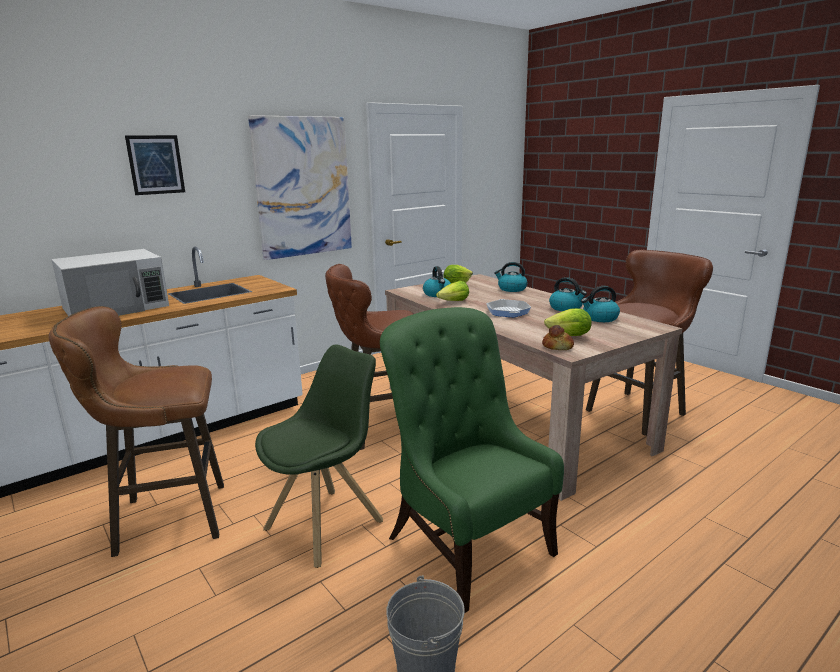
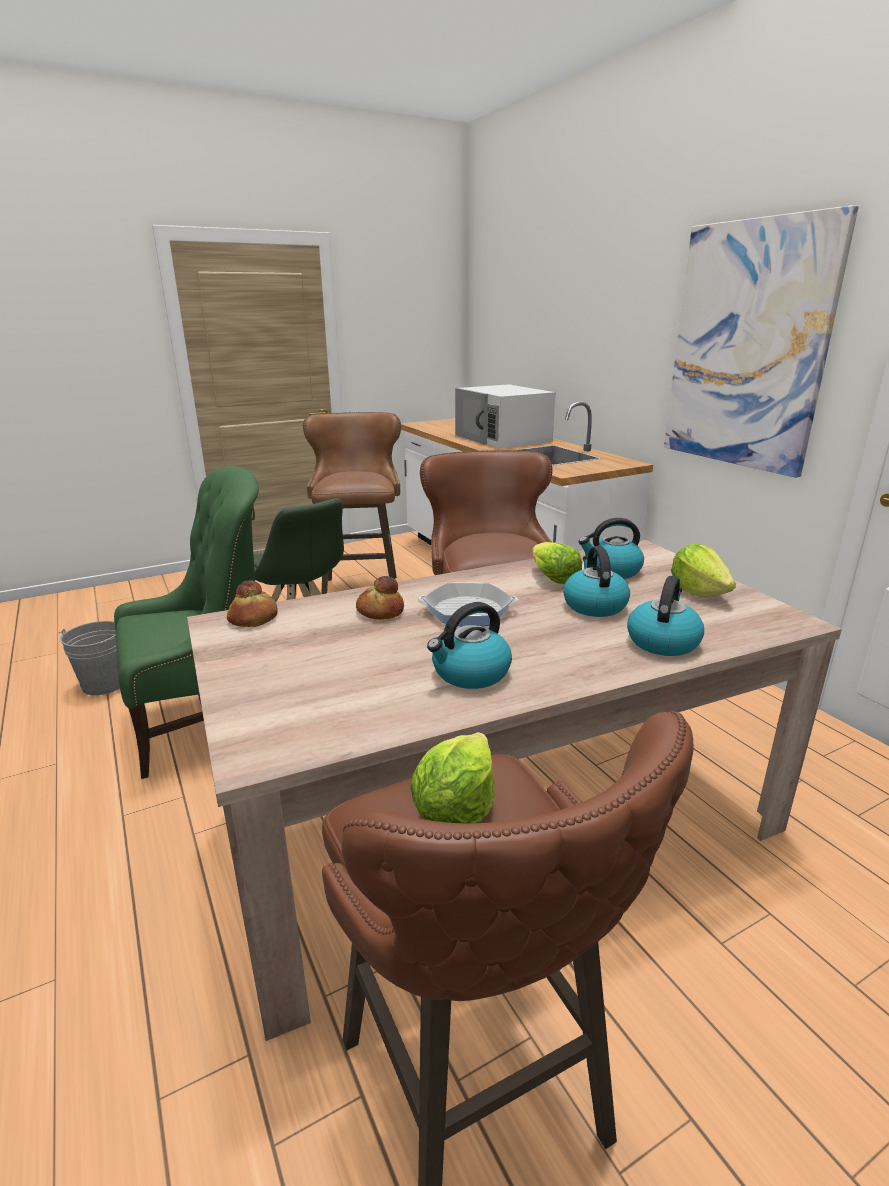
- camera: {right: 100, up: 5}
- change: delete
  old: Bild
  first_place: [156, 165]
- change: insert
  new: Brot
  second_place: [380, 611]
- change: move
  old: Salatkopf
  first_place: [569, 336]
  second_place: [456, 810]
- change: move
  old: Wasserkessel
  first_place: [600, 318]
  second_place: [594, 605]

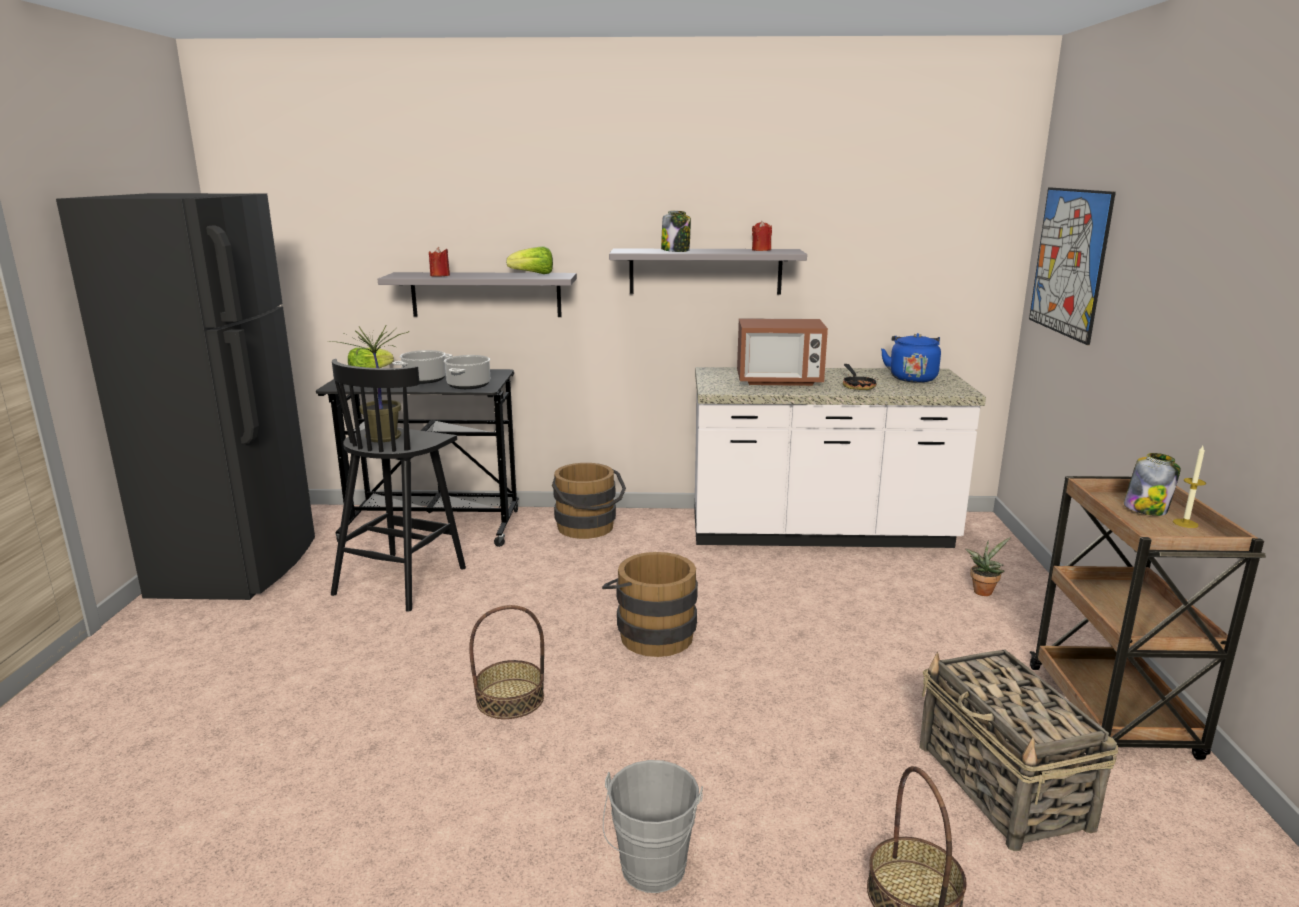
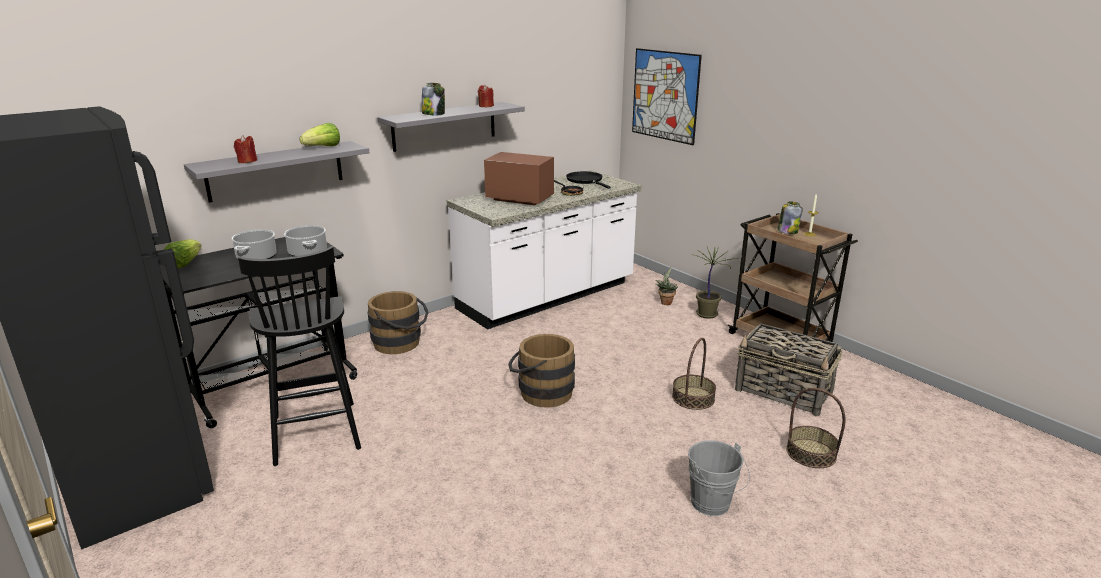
- camera: {right: -40, up: 5}
- change: move
  old: Topfpflanze
  first_place: [384, 438]
  second_place: [707, 314]
- change: move
  old: Korb
  first_place: [510, 698]
  second_place: [693, 398]
- change: replace
  old: Wasserkessel/blau
  new: Pfanne/schwarz
  first_place: [912, 378]
  second_place: [586, 181]
- change: rotate
  old: Mikrowelle
  first_place: [779, 381]
  second_place: [520, 199]
  degrees: -120

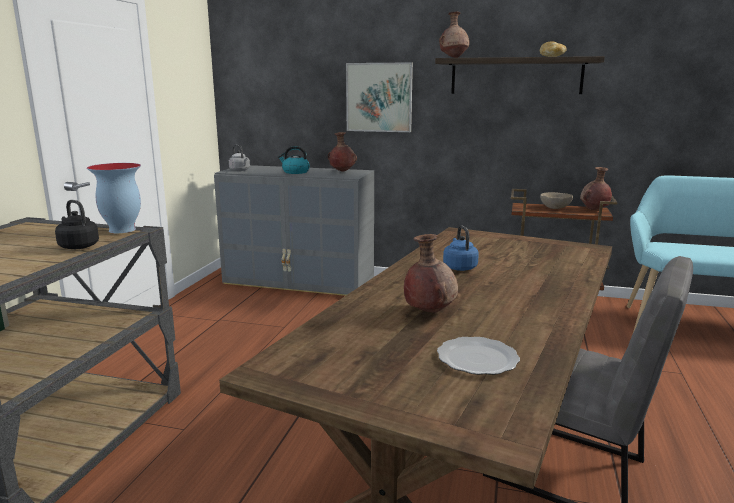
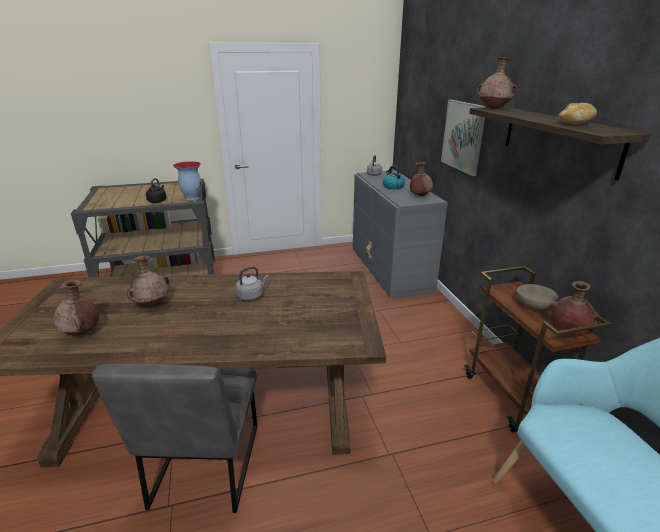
- camera: {right: 60, up: 10}
- change: replace
  old: Teller
  new: Vase/braun
  first_place: [478, 358]
  second_place: [81, 333]
- change: recolor
  old: Wasserkessel/blau
  new: Wasserkessel/grau
  first_place: [459, 267]
  second_place: [251, 296]

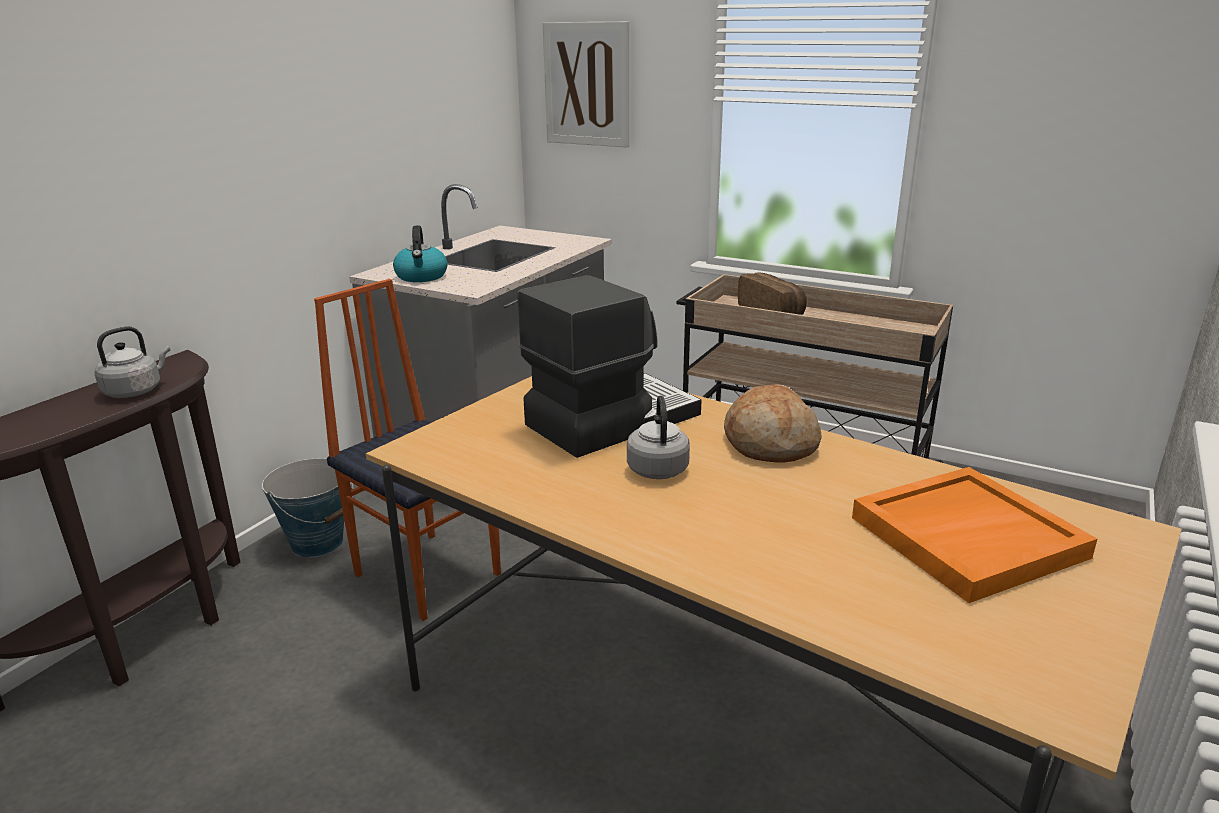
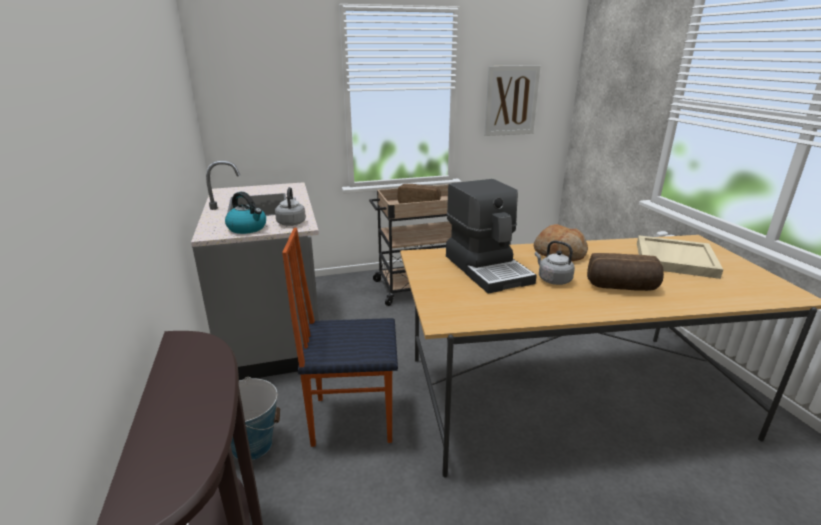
- camera: {right: -45, up: 0}
- change: insert
  new: Brot
  second_place: [622, 287]
- change: move
  old: Wasserkessel/grau
  first_place: [136, 391]
  second_place: [291, 222]
- change: move
  old: Bild
  first_place: [587, 84]
  second_place: [511, 101]
- change: recolor
  old: Tablett/orange
  new: Tablett/beige
  first_place: [967, 536]
  second_place: [674, 259]
- change: rotate
  old: Kaffeemaschine
  first_place: [610, 420]
  second_place: [488, 269]
  degrees: 150

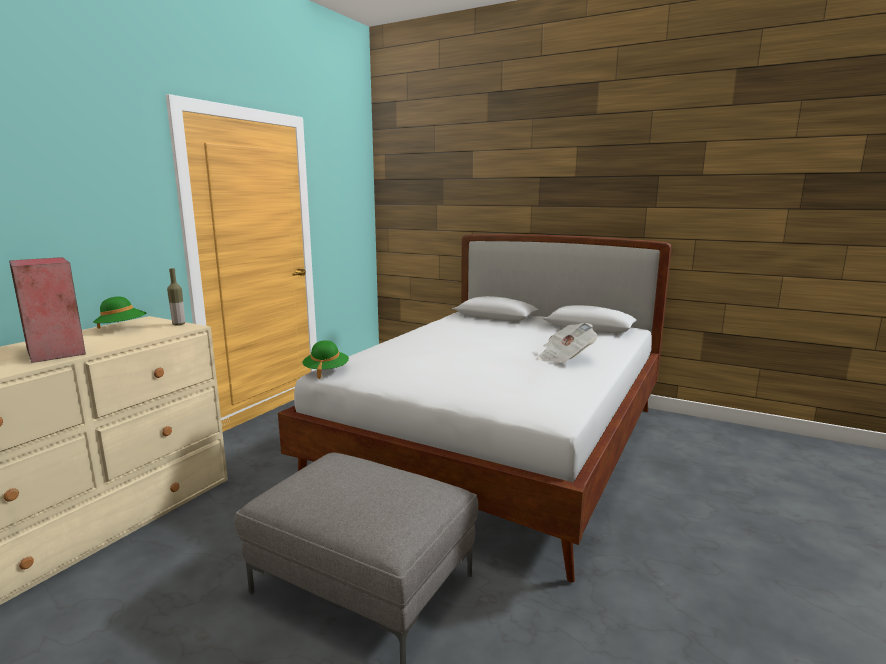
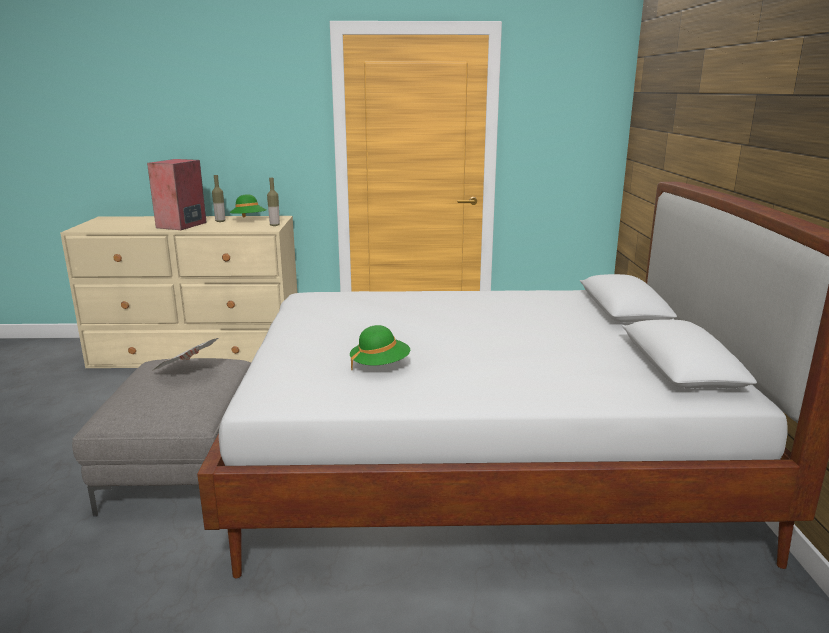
- camera: {right: 60, up: 5}
- change: insert
  new: Flasche
  second_place: [220, 221]
- change: move
  old: Hut/grün
  first_place: [326, 371]
  second_place: [380, 365]
- change: move
  old: Zeitung
  first_place: [565, 358]
  second_place: [187, 371]

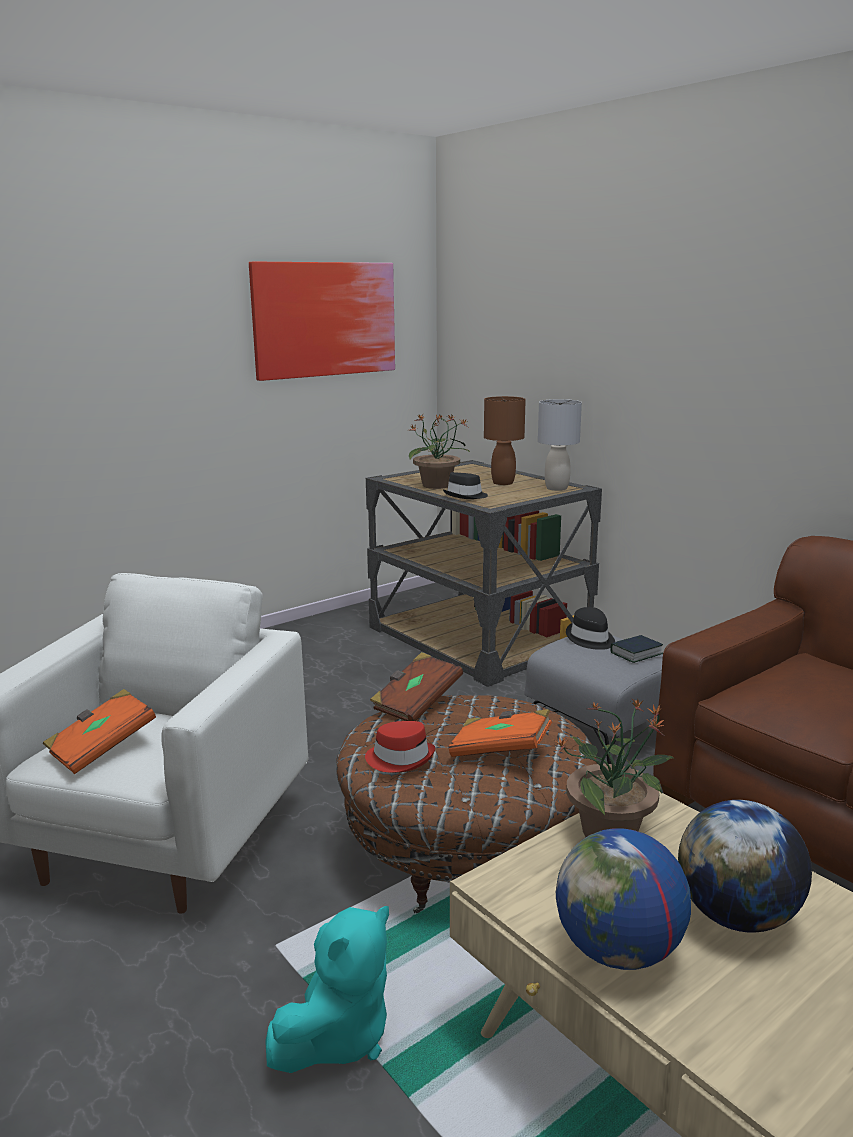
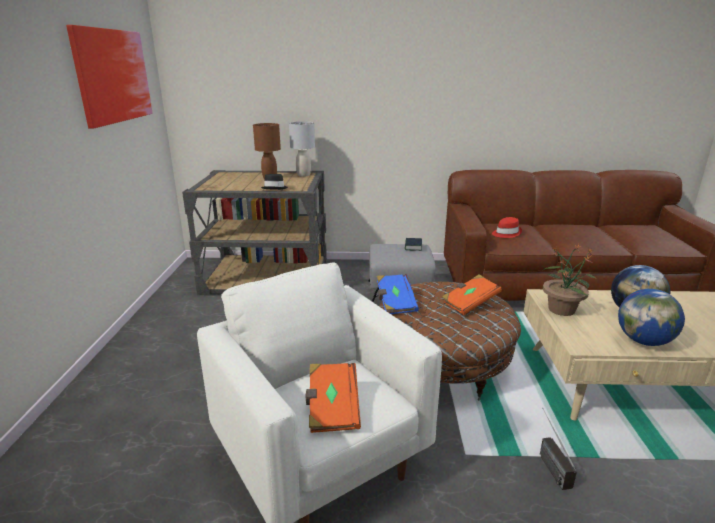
- camera: {right: -50, up: 5}
- change: delete
  old: Topfpflanze
  first_place: [437, 485]
- change: delete
  old: Hut/schwarz
  first_place: [590, 639]
- change: move
  old: Hut/rot
  first_place: [400, 758]
  second_place: [506, 233]
- change: replace
  old: Plüschtier/türkis
  new: Radio
  first_place: [338, 1036]
  second_place: [547, 462]
- change: recolor
  old: Buch/braun
  new: Buch/blau
  first_place: [416, 703]
  second_place: [395, 303]

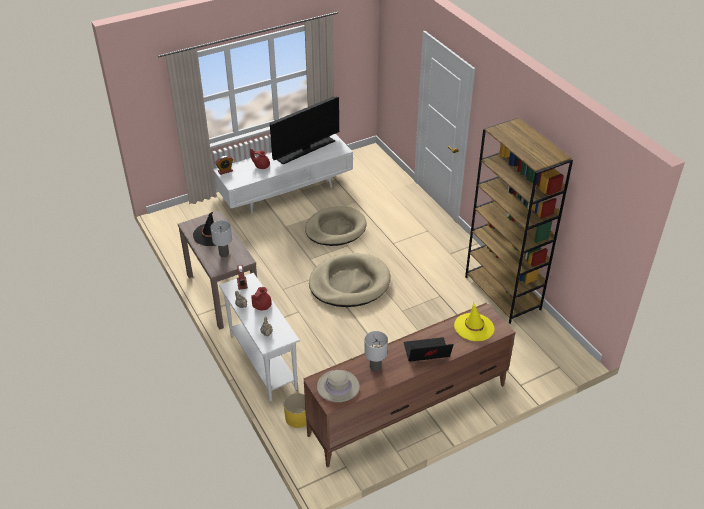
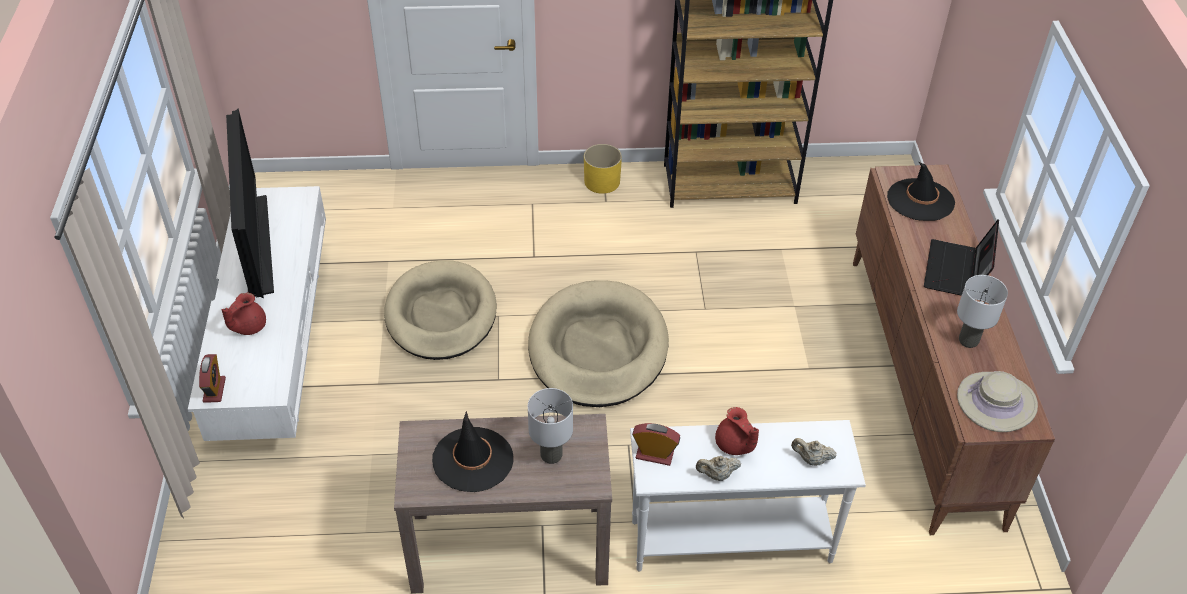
- camera: {right: -65, up: 5}
- change: move
  old: Pflanzkübel/gelb
  first_place: [297, 418]
  second_place: [602, 182]
- change: recolor
  old: Hut/gelb
  new: Hut/schwarz
  first_place: [474, 327]
  second_place: [920, 200]

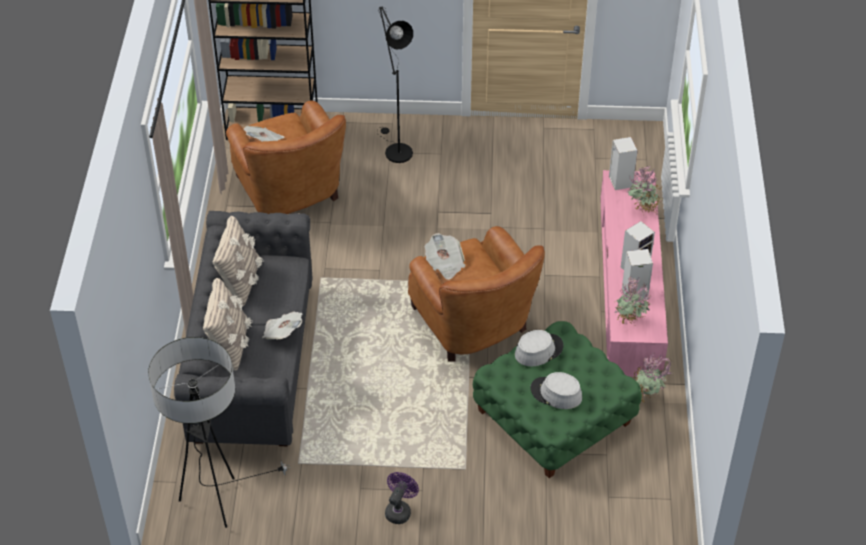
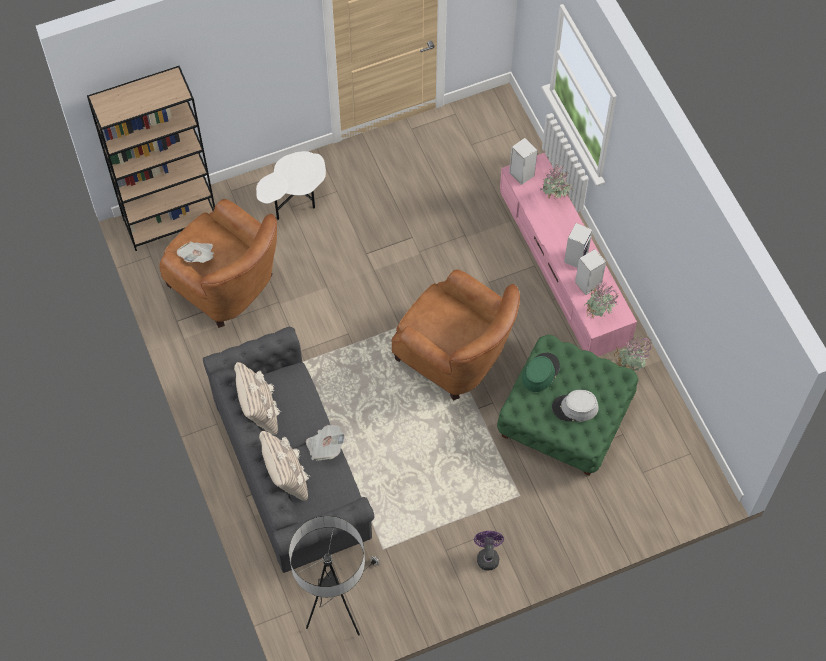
- camera: {right: -25, up: 15}
- change: delete
  old: Zeitung
  first_place: [445, 264]
- change: replace
  old: Stehlampe/schwarz
  new: Beistelltisch/weiß
  first_place: [395, 150]
  second_place: [295, 203]
- change: recolor
  old: Hut/grau
  new: Hut/grün
  first_place: [538, 350]
  second_place: [540, 372]

